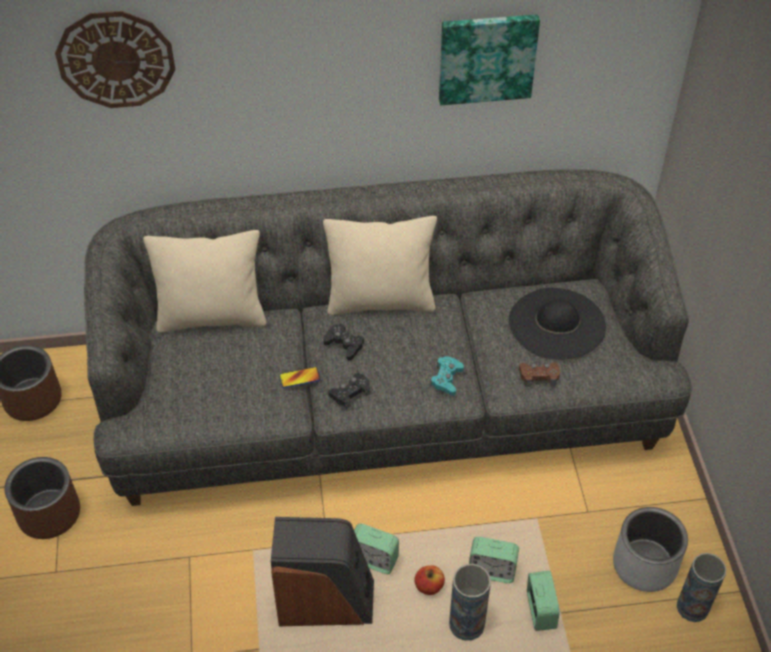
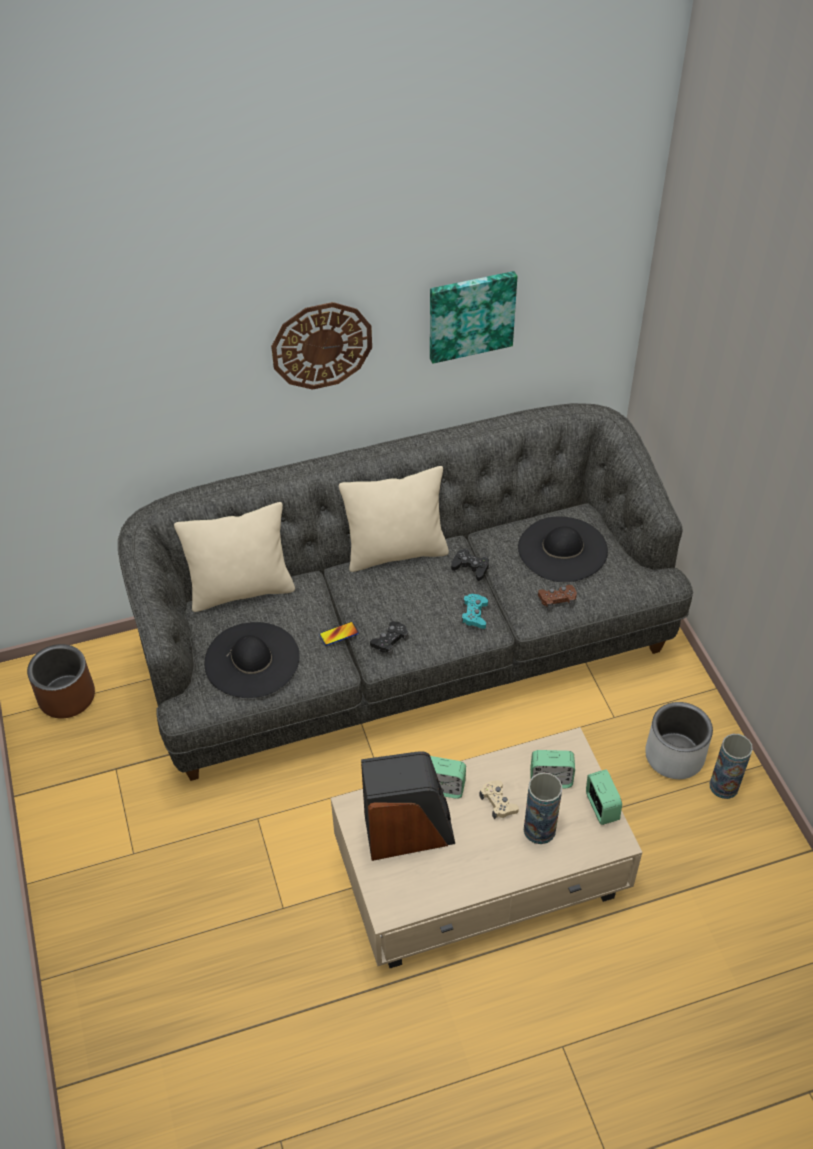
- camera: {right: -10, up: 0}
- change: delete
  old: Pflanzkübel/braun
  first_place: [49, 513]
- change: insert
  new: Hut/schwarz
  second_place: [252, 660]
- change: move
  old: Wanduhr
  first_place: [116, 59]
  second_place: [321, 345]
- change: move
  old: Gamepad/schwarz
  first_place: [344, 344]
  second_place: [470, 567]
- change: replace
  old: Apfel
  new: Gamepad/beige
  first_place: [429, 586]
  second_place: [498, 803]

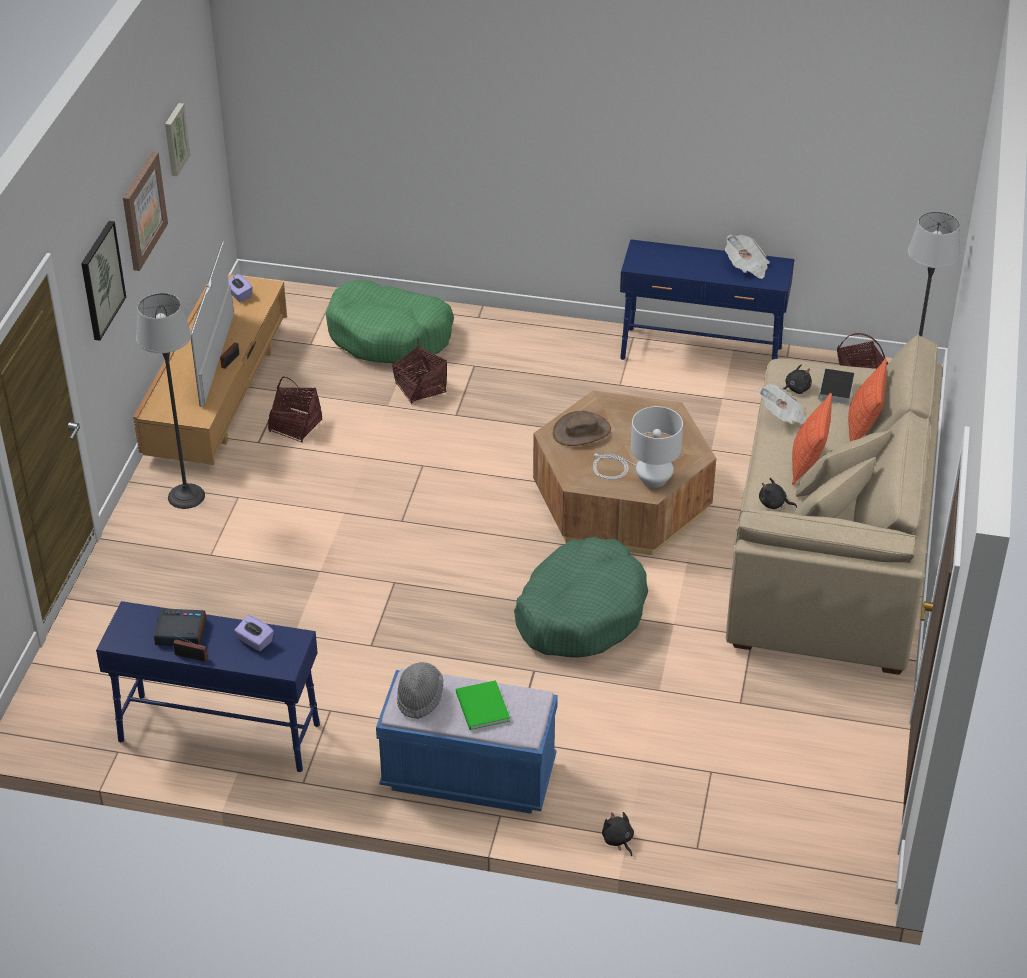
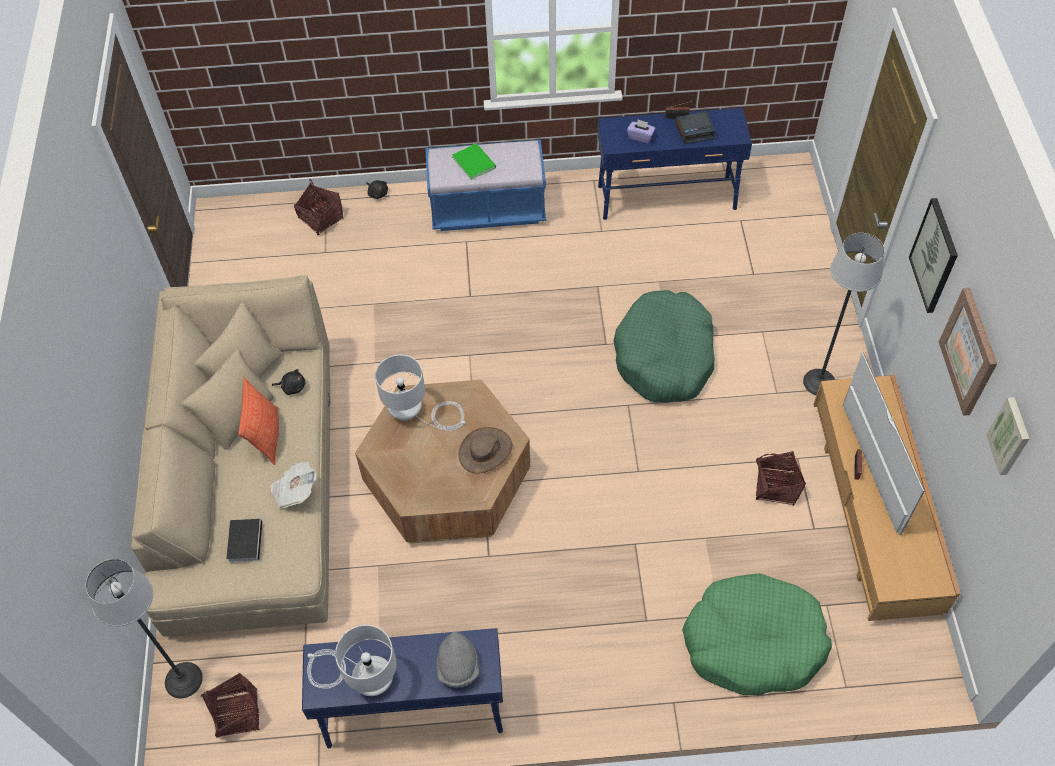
- camera: {right: 165, up: 15}
- change: delete
  old: Taschentuchbox/lila
  first_place: [239, 295]
- change: delete
  old: Plüschtier/schwarz
  first_place: [795, 389]
- change: delete
  old: Kissen/orange
  first_place: [862, 429]
- change: move
  old: Korb
  first_place: [420, 388]
  second_place: [321, 219]
- change: move
  old: Hut/grau
  first_place: [419, 698]
  second_place: [458, 666]
- change: move
  old: Hundebett/grün
  first_place: [581, 612]
  second_place: [665, 356]
- change: replace
  old: Zeitung
  new: Tischlampe/weiß
  first_place: [746, 267]
  second_place: [355, 676]

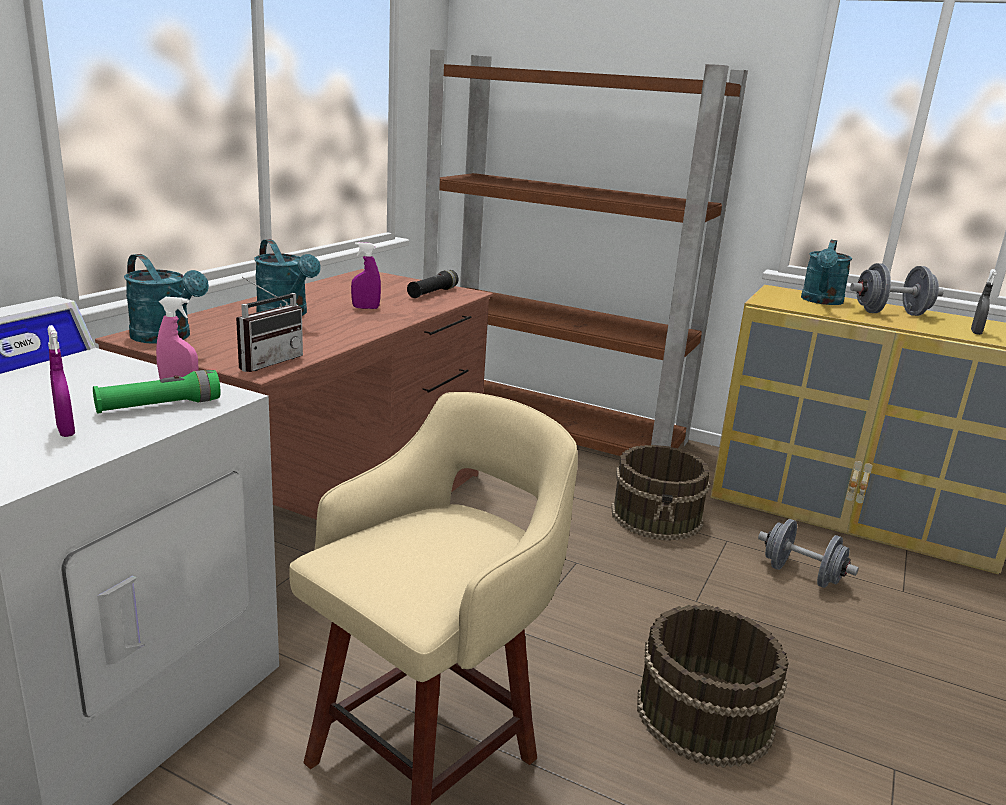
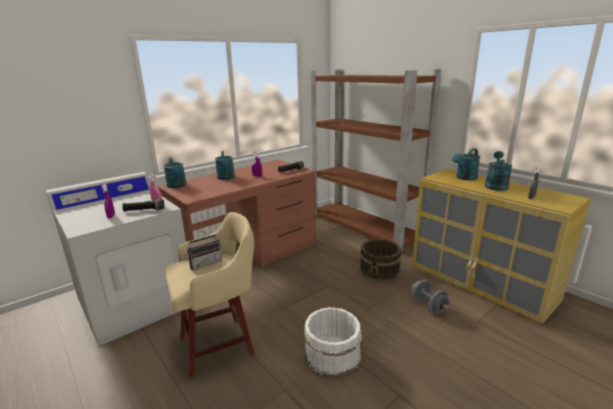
- camera: {right: 25, up: 0}
- change: move
  old: Radio
  first_place: [266, 361]
  second_place: [205, 263]
- change: replace
  old: Hantel/grau
  new: Gießkanne/türkis
  first_place: [891, 313]
  second_place: [495, 185]
- change: recolor
  old: Taschenlampe/grün
  new: Taschenlampe/schwarz
  first_place: [159, 406]
  second_place: [144, 210]
- change: recolor
  old: Eimer/braun
  new: Eimer/weiß
  first_place: [702, 715]
  second_place: [331, 354]

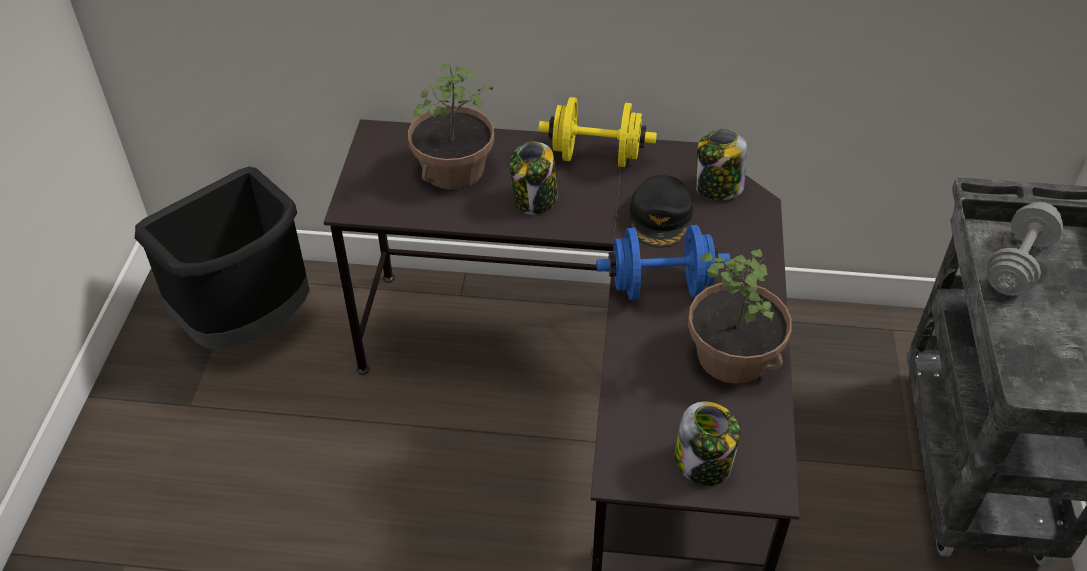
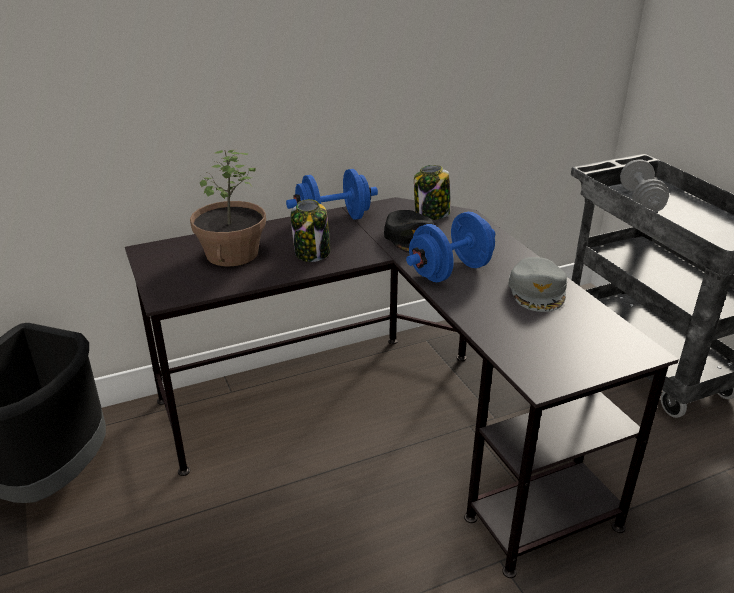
- camera: {right: -30, up: -15}
- change: delete
  old: Vorratsglas
  first_place: [703, 463]
- change: replace
  old: Topfpflanze
  new: Kappe/grau
  first_place: [733, 355]
  second_place: [537, 291]
- change: recolor
  old: Hantel/gelb
  new: Hantel/blau
  first_place: [596, 156]
  second_place: [333, 220]

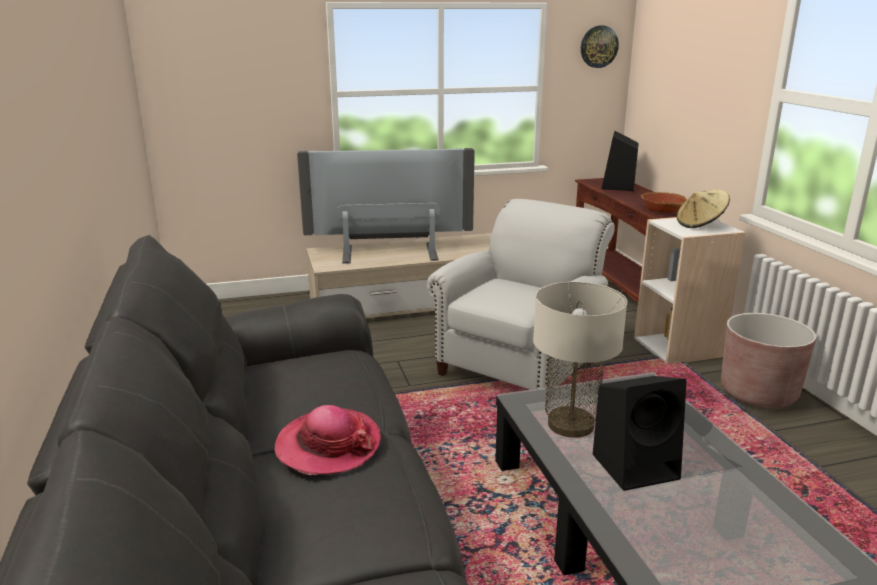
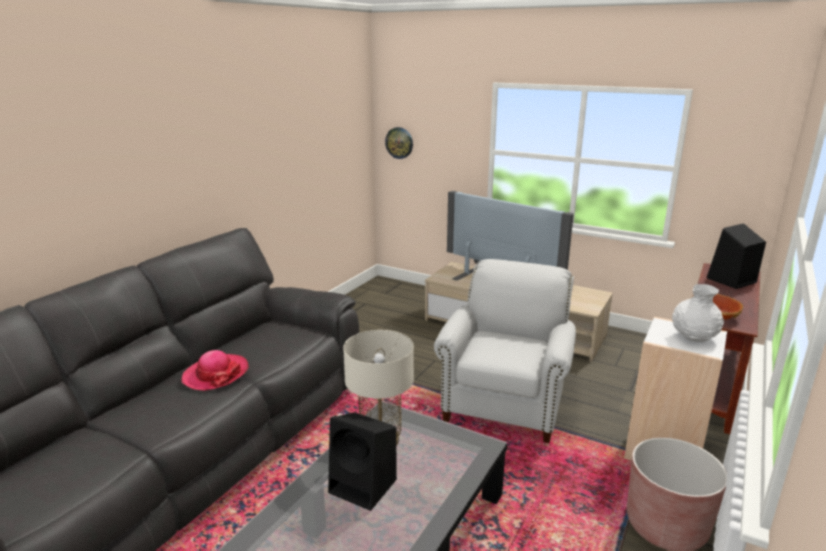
- camera: {right: 45, up: 0}
- change: move
  old: Wanduhr
  first_place: [598, 46]
  second_place: [399, 143]
- change: replace
  old: Hut/beige
  new: Vase/weiß
  first_place: [700, 224]
  second_place: [694, 338]
- change: rotate
  old: Sessel/weiß
  first_place: [521, 365]
  second_place: [506, 401]
  degrees: -60

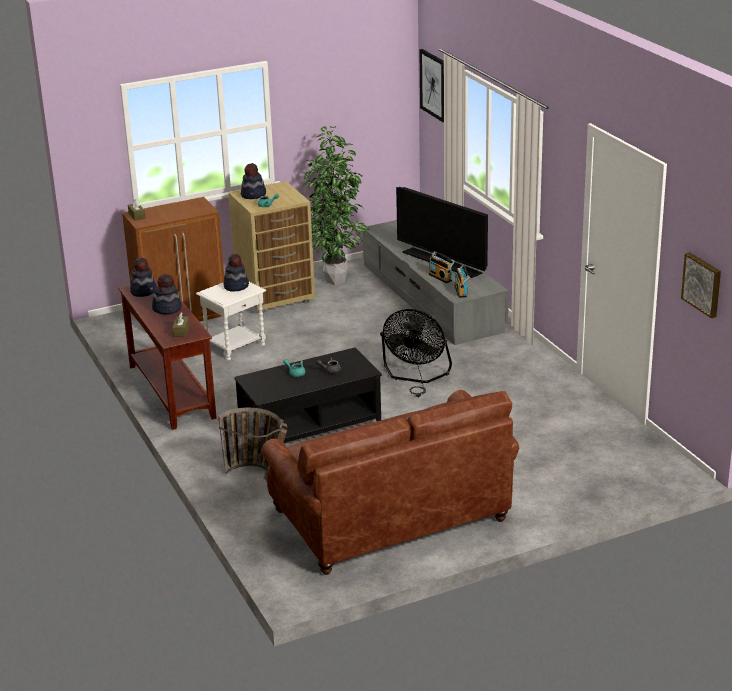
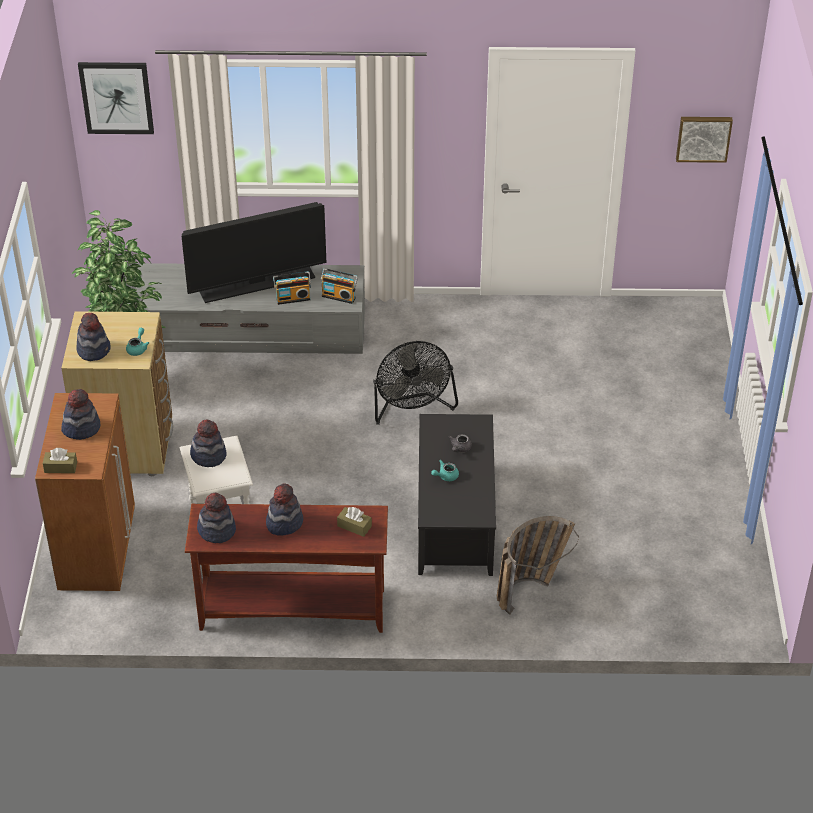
- camera: {right: -65, up: 15}
- change: delete
  old: Sofa/braun
  first_place: [389, 514]
- change: insert
  new: Hut
  second_place: [81, 428]
- change: rotate
  old: Ventilator/schwarz
  first_place: [414, 377]
  second_place: [408, 406]
  degrees: -150

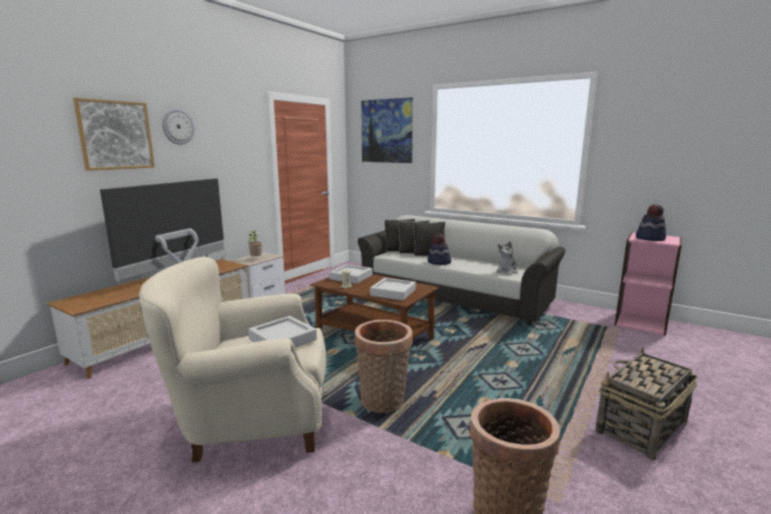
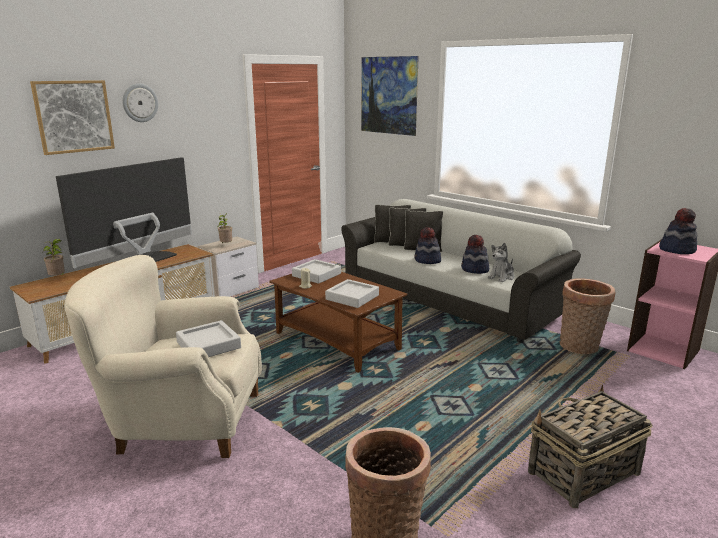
- camera: {right: 10, up: 5}
- change: insert
  new: Topfpflanze
  second_place: [58, 278]
- change: insert
  new: Hut
  second_place: [474, 270]
- change: move
  old: Korb
  first_place: [383, 402]
  second_place: [580, 347]

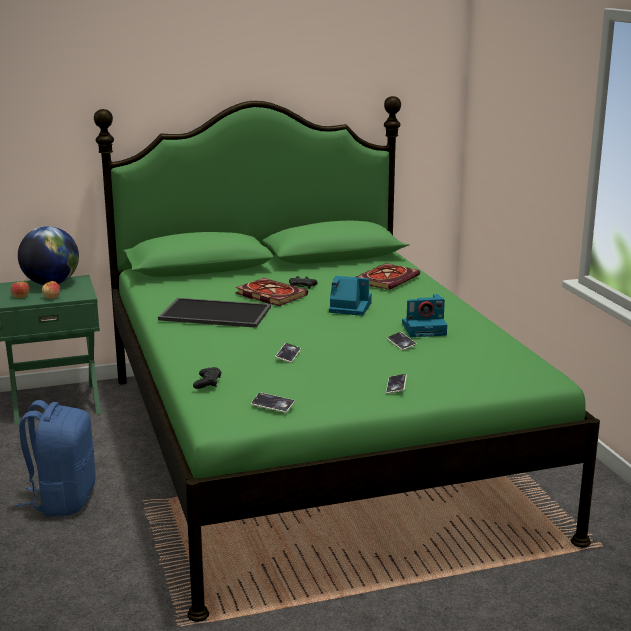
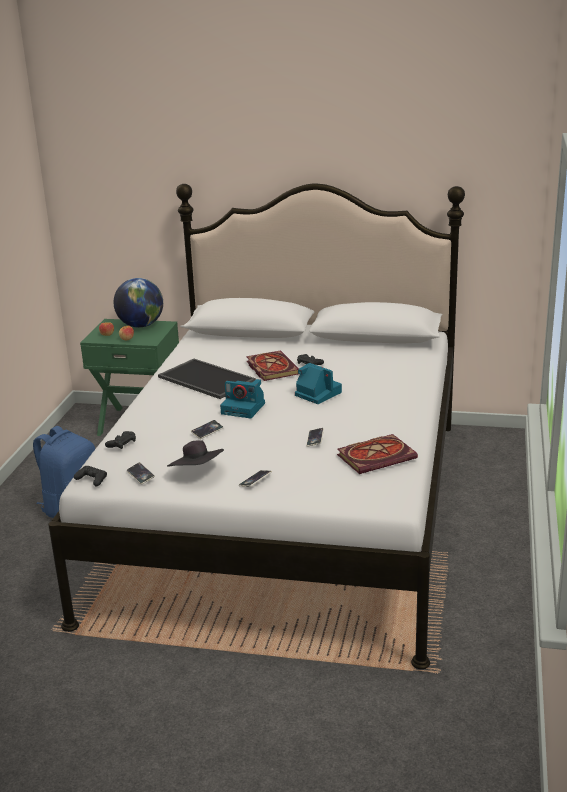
- camera: {right: 30, up: 5}
- change: insert
  new: Gamepad/schwarz
  second_place: [92, 479]
- change: insert
  new: Hut/schwarz
  second_place: [197, 472]
- change: move
  old: Buch
  first_place: [387, 279]
  second_place: [377, 456]
- change: move
  old: Kamera
  first_place: [425, 329]
  second_place: [244, 408]
- change: recolor
  old: Bett/grün
  new: Bett/weiß
  first_place: [315, 451]
  second_place: [288, 513]

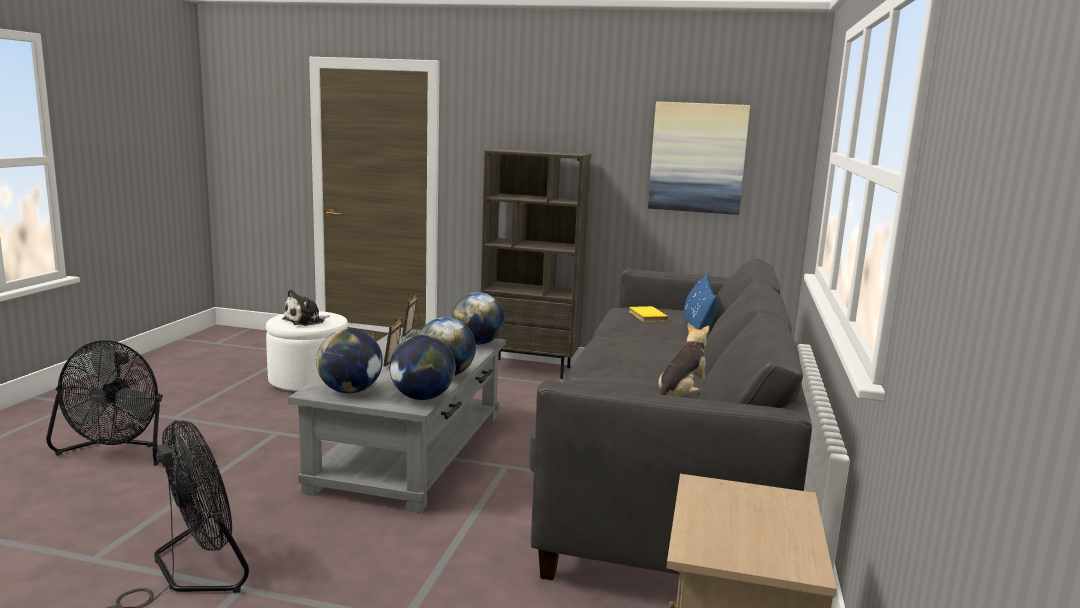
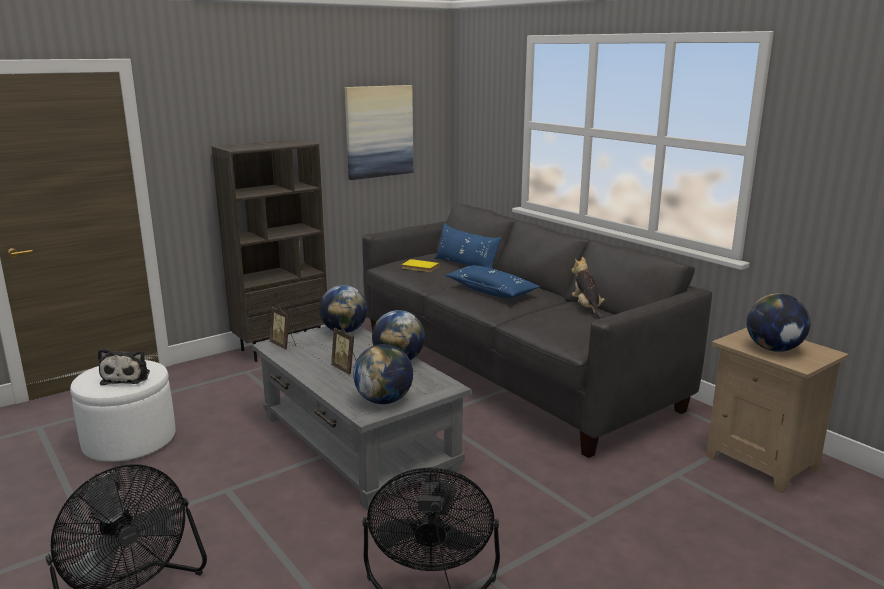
- camera: {right: -50, up: 5}
- change: insert
  new: Kissen/blau
  second_place: [491, 291]
- change: move
  old: Globus
  first_place: [422, 397]
  second_place: [773, 349]

